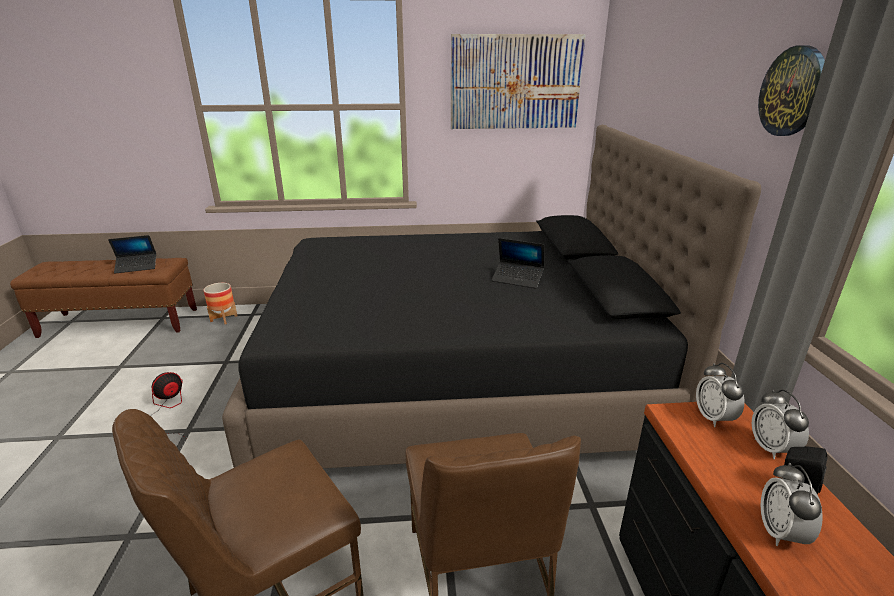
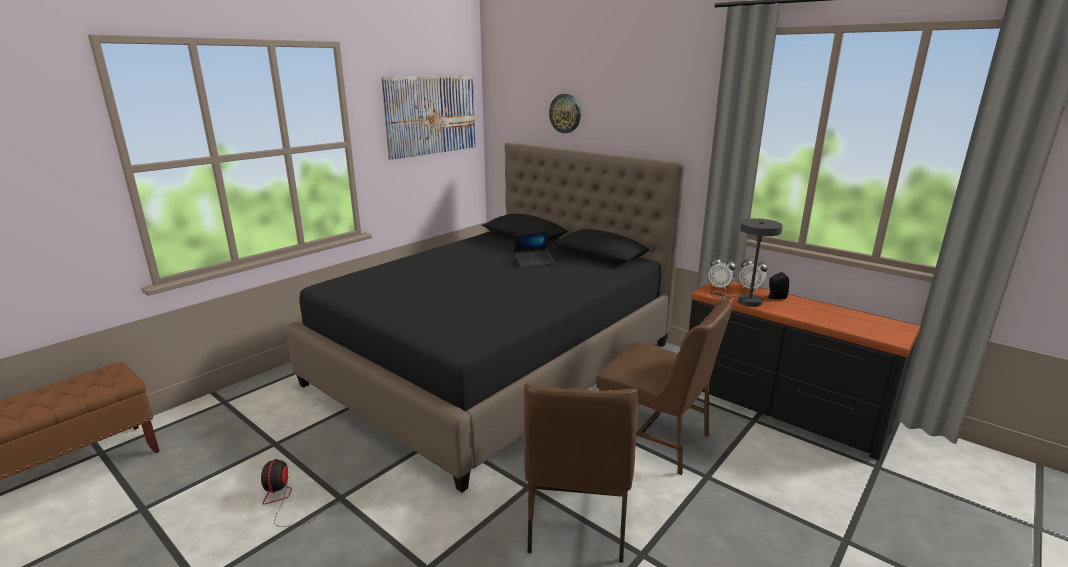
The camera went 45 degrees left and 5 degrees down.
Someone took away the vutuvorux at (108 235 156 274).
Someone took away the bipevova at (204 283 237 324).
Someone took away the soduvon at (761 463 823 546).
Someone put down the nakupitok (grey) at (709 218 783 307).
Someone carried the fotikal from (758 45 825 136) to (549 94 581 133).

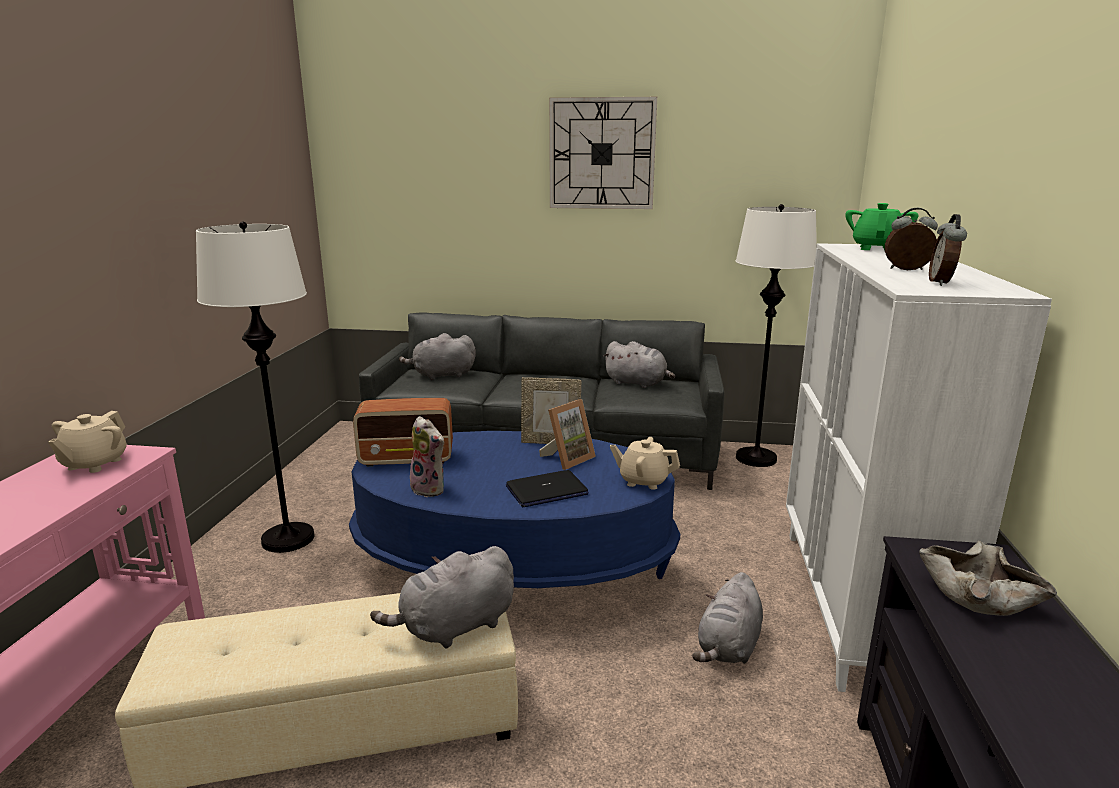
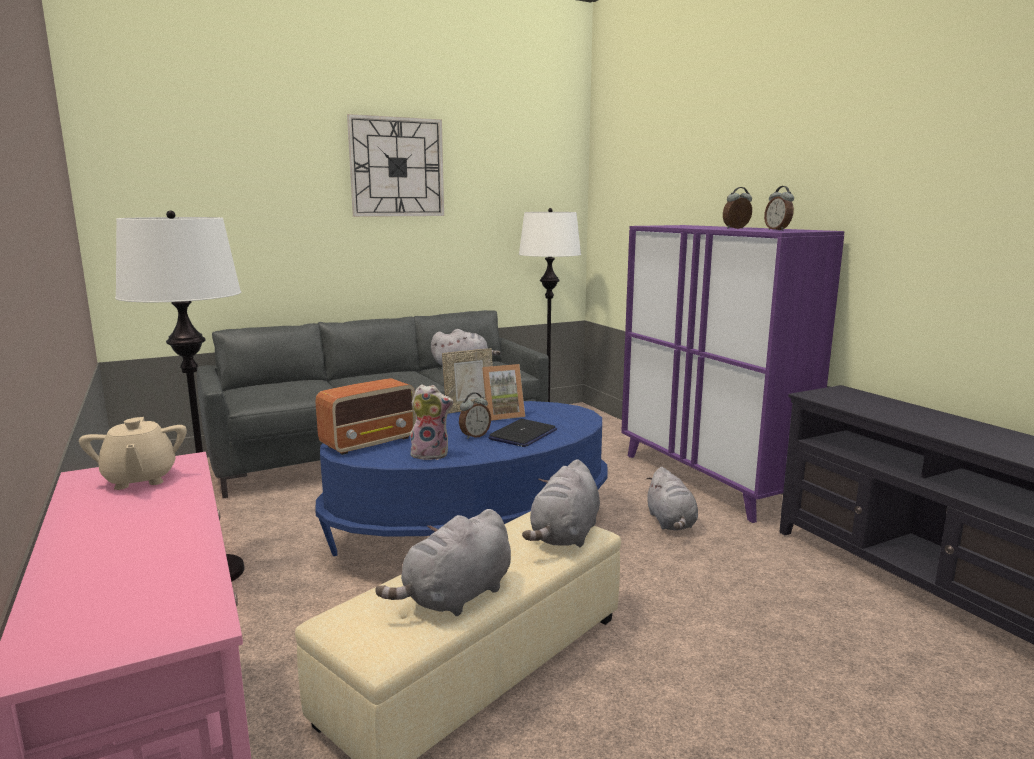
The camera went 35 degrees left and 5 degrees down.
Someone took away the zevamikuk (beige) at (610 437 680 490).
Someone took away the zevamikuk (green) at (845 203 918 251).
Someone took away the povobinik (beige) at (919 541 1057 616).
Someone put down the soduvon at (459 392 491 439).
Someone carried the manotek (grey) from (399 333 476 380) to (375 509 511 616).
Someone repainted the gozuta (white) at (786 243 1052 692), which became the gozuta (purple) at (621 225 844 523).
Someone rotated the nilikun at (539 399 596 470) by 60 degrees clockwise.

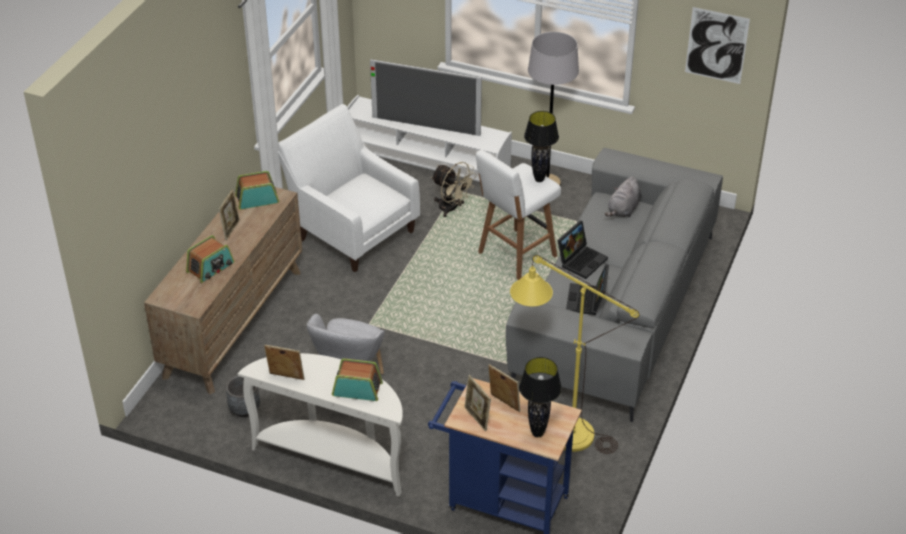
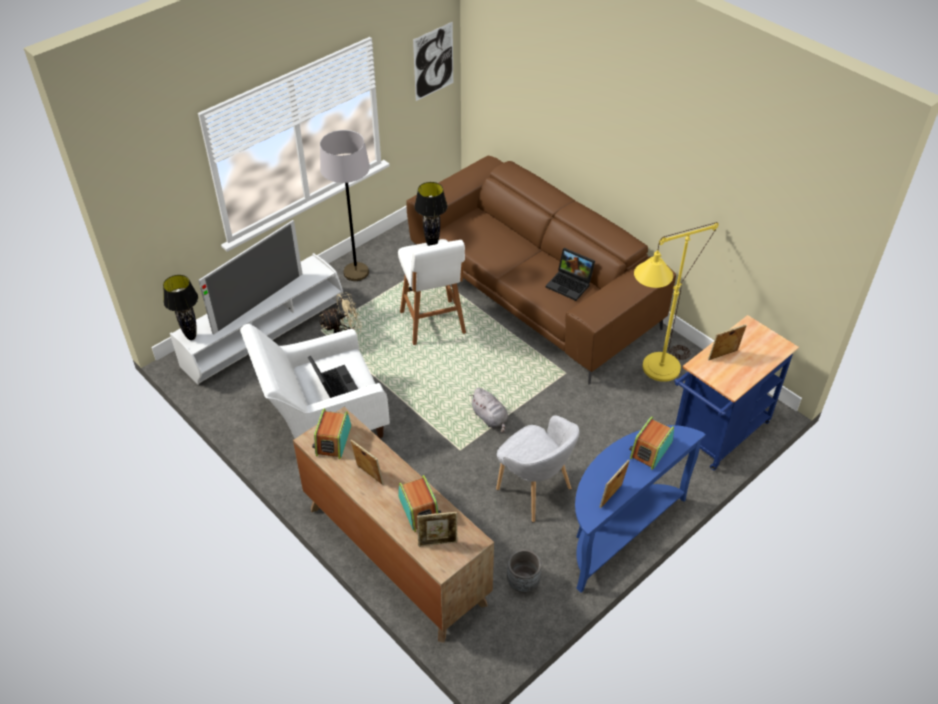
The camera went 65 degrees left and 5 degrees up.
Someone carried the nilikun from (464 375 491 431) to (417 512 457 547).
Someone carried the nakupitok (black) from (519 357 562 437) to (163 275 198 340).
Someone carried the vutuvorux from (557 221 608 279) to (308 355 358 398).
Someone carried the manotek (grey) from (604 176 641 217) to (469 388 509 433).
Someone repainted the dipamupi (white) at (238 353 403 497), which became the dipamupi (blue) at (575 425 706 593).
Someone repainted the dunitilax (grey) at (506 148 723 422), which became the dunitilax (brown) at (406 156 676 385).

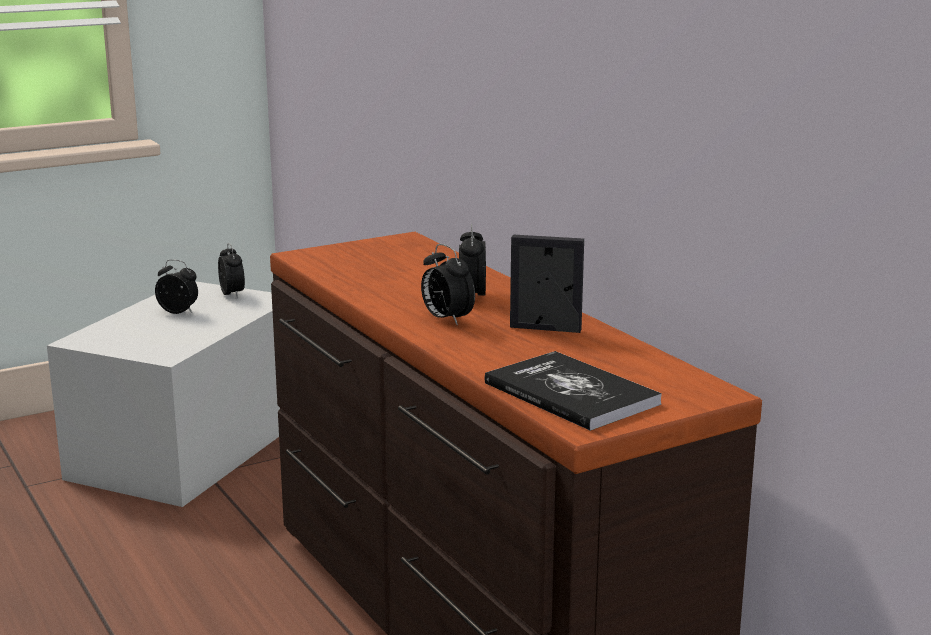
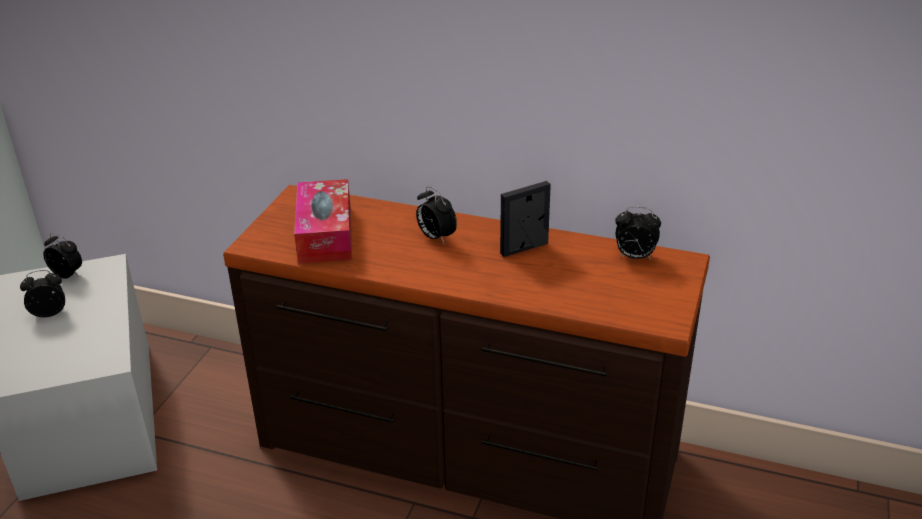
The camera went 40 degrees left and 15 degrees up.
Someone took away the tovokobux at (484 351 662 431).
Someone put down the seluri at (294 179 352 264).
Someone carried the soduvon from (421 244 475 326) to (615 206 661 259).

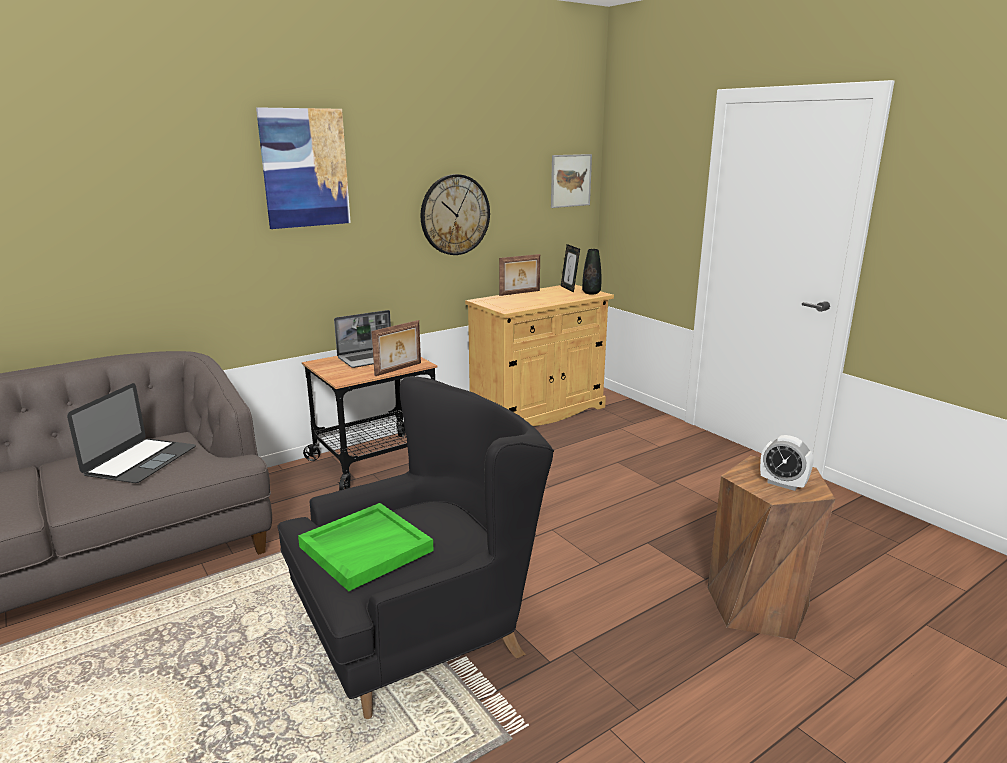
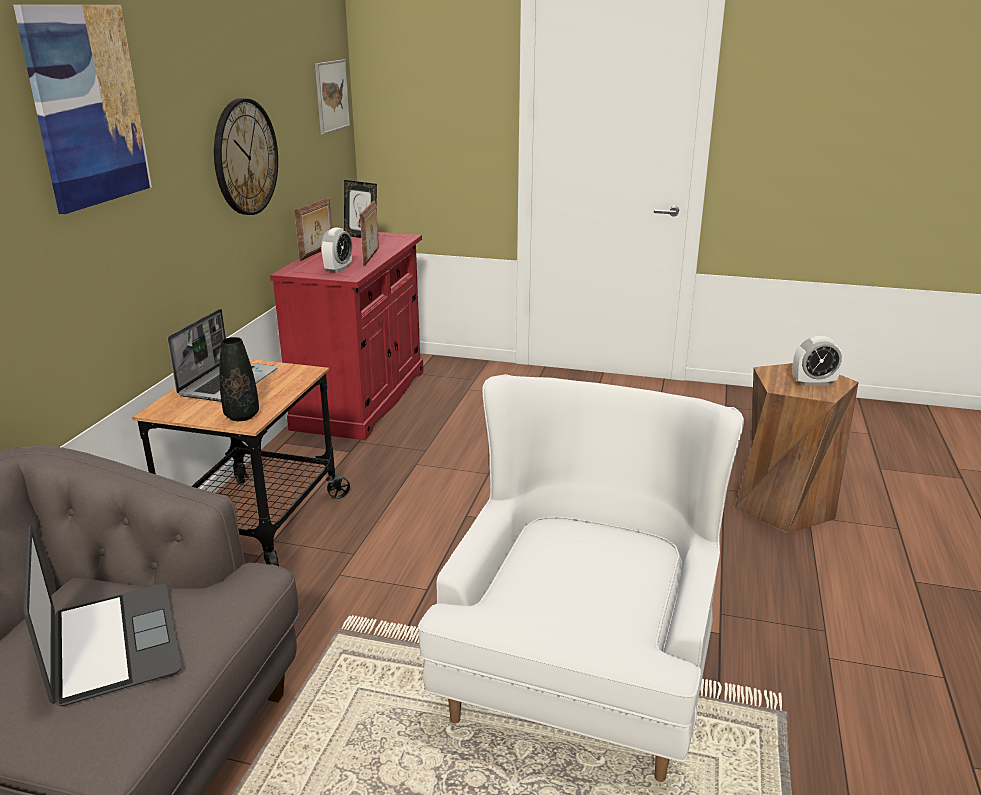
The camera went 40 degrees left and 5 degrees up.
Someone took away the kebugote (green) at (298 503 434 591).
Someone put down the soduvon at (321 227 353 273).
Someone carried the nilikun from (371 320 421 376) to (360 200 379 266).
Someone carried the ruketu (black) from (582 249 601 295) to (219 337 259 421).
Someone repainted the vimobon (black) at (277 376 554 719), which became the vimobon (white) at (418 374 744 782).
Someone repainted the gozuta (beige) at (465 285 614 426), which became the gozuta (red) at (270 232 423 440).

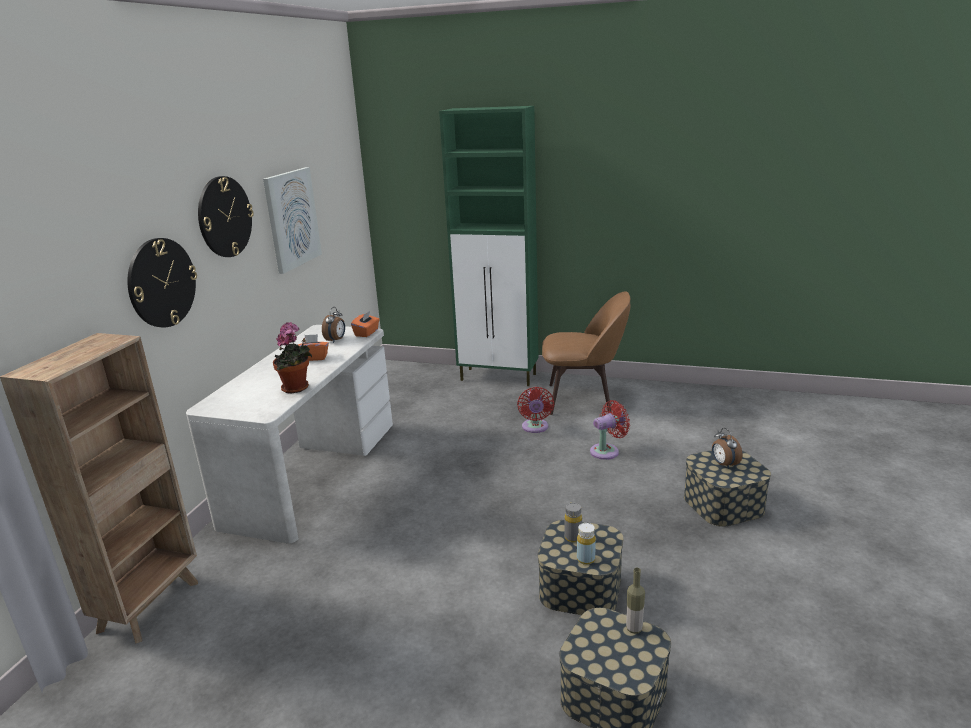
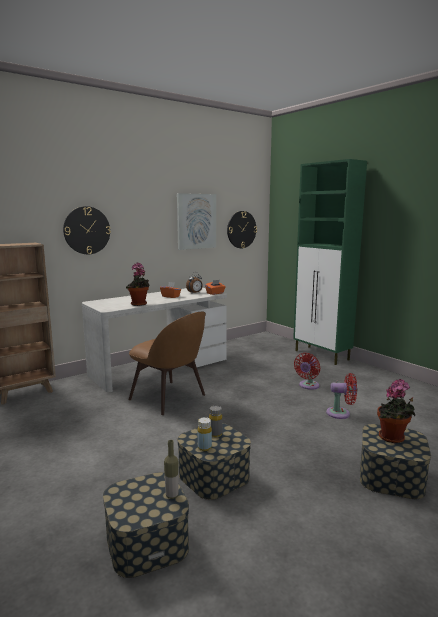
The camera went 35 degrees right and 10 degrees down.
Someone carried the fotikal from (198 176 254 257) to (227 211 257 248).
Someone carried the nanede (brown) from (542 291 630 415) to (129 312 206 415).
Someone swapped the soduvon at (712 428 742 469) for the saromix at (377 379 415 443).

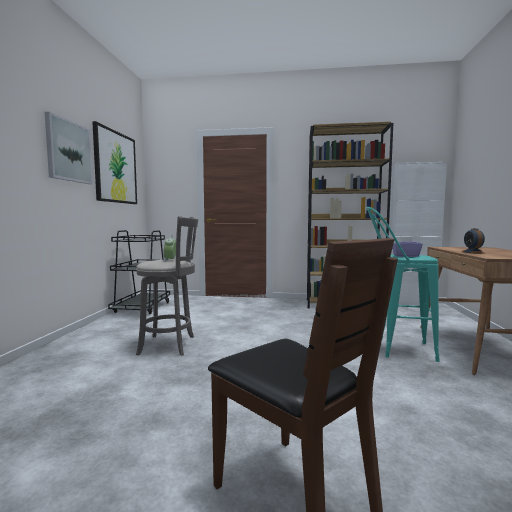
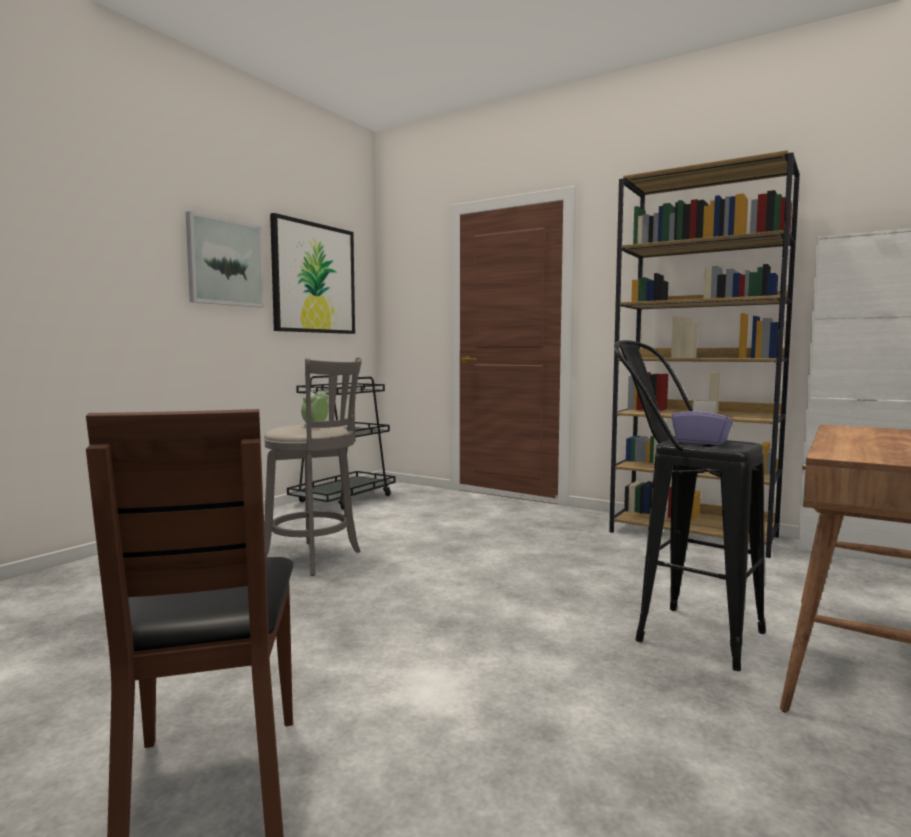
The camera went 25 degrees right and 0 degrees up.
Someone took away the soduvon at (462 228 486 254).
Someone repainted the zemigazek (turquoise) at (366 207 440 362), which became the zemigazek (black) at (614 340 766 671).

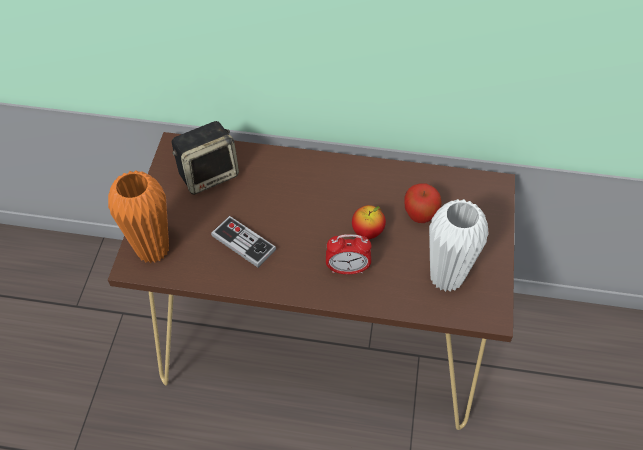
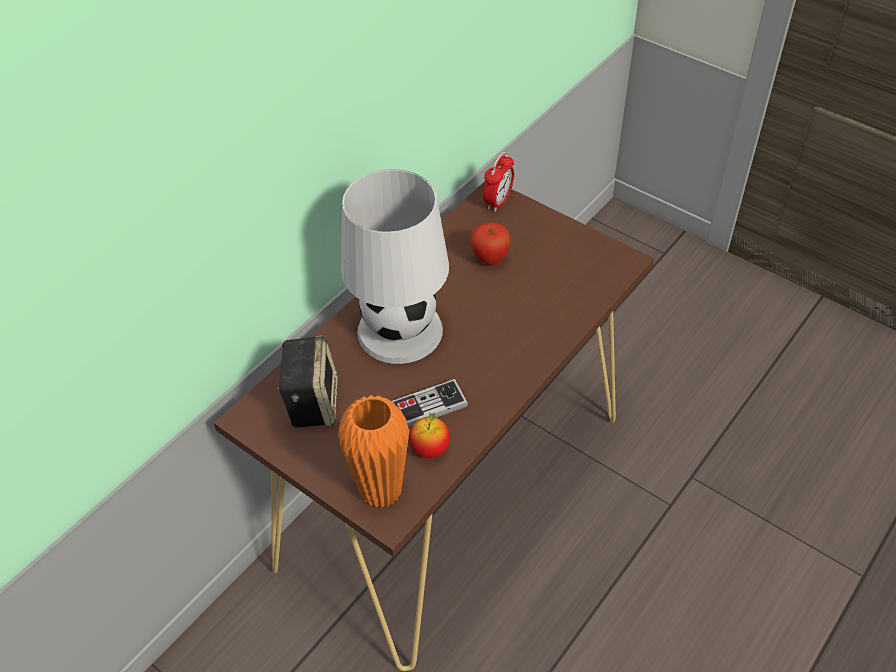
The camera went 60 degrees left and 5 degrees down.
Someone took away the ruketu (white) at (429 199 489 292).
Someone put down the nakupitok (white) at (341 169 449 364).
Someone carried the soduvon from (326 234 371 274) to (483 152 514 212).
Someone carried the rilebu from (352 205 386 239) to (409 413 450 458).

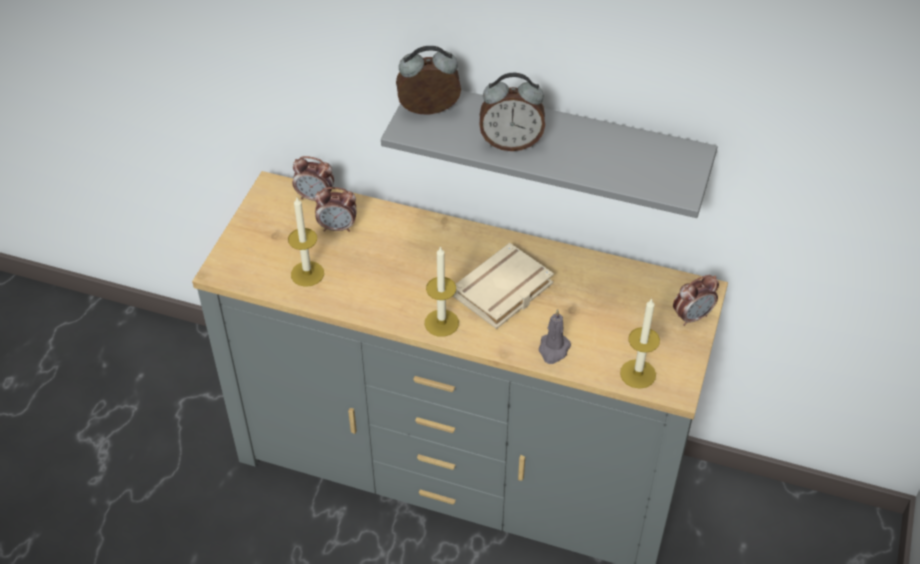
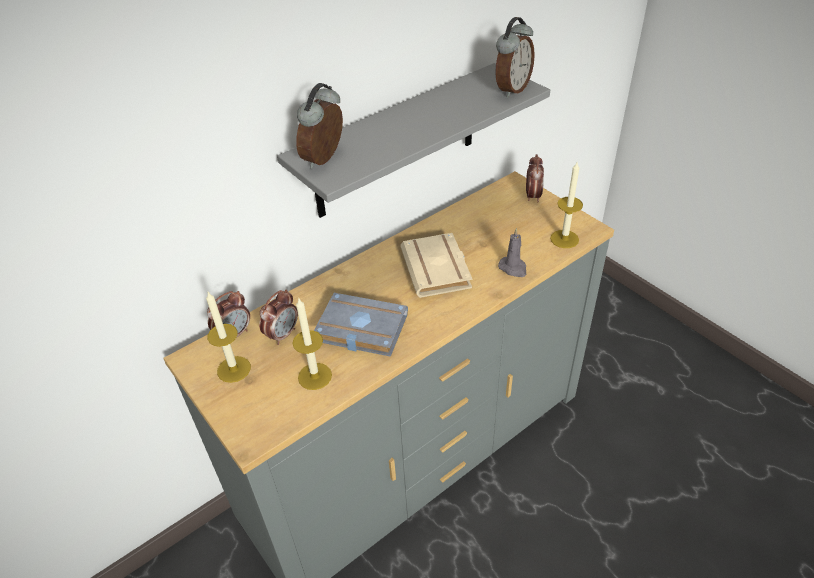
The camera went 55 degrees left and 5 degrees down.
Someone put down the tovokobux (grey) at (314 293 408 357).
Someone carried the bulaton from (425 246 459 337) to (206 292 251 383).
Someone carried the soduvon from (479 73 545 151) to (495 17 535 98).

